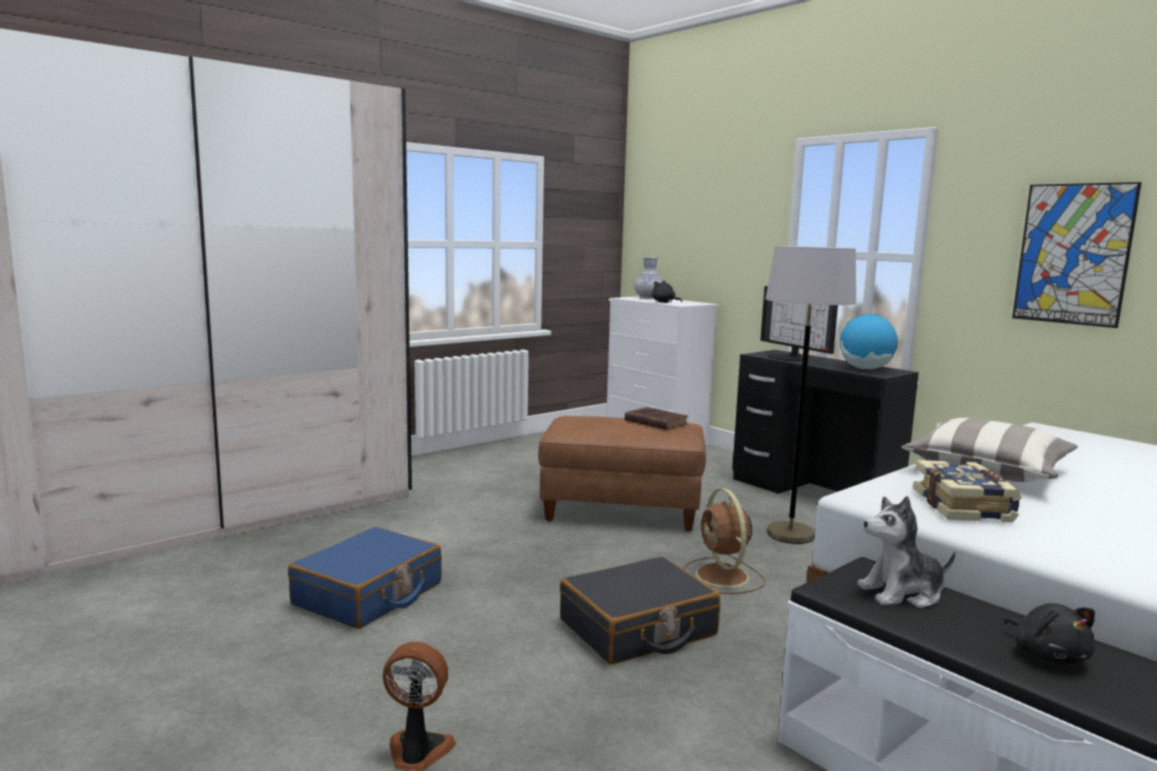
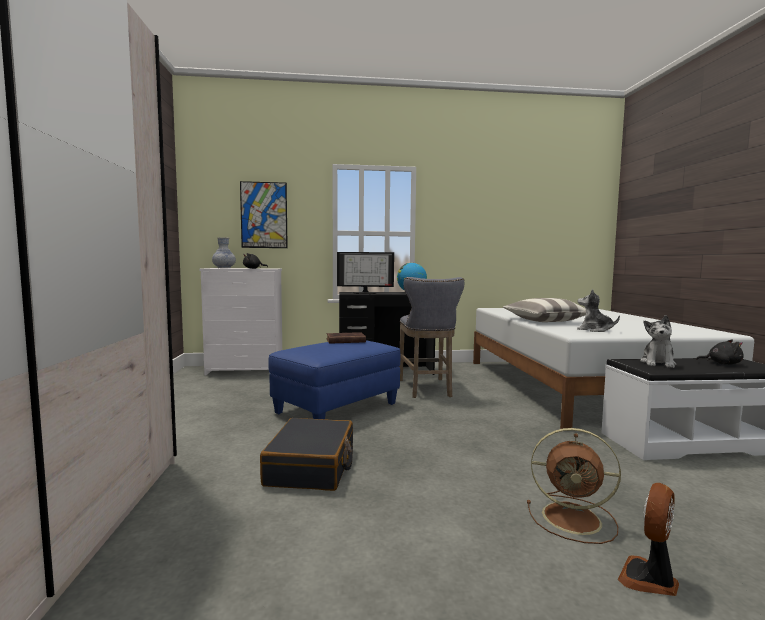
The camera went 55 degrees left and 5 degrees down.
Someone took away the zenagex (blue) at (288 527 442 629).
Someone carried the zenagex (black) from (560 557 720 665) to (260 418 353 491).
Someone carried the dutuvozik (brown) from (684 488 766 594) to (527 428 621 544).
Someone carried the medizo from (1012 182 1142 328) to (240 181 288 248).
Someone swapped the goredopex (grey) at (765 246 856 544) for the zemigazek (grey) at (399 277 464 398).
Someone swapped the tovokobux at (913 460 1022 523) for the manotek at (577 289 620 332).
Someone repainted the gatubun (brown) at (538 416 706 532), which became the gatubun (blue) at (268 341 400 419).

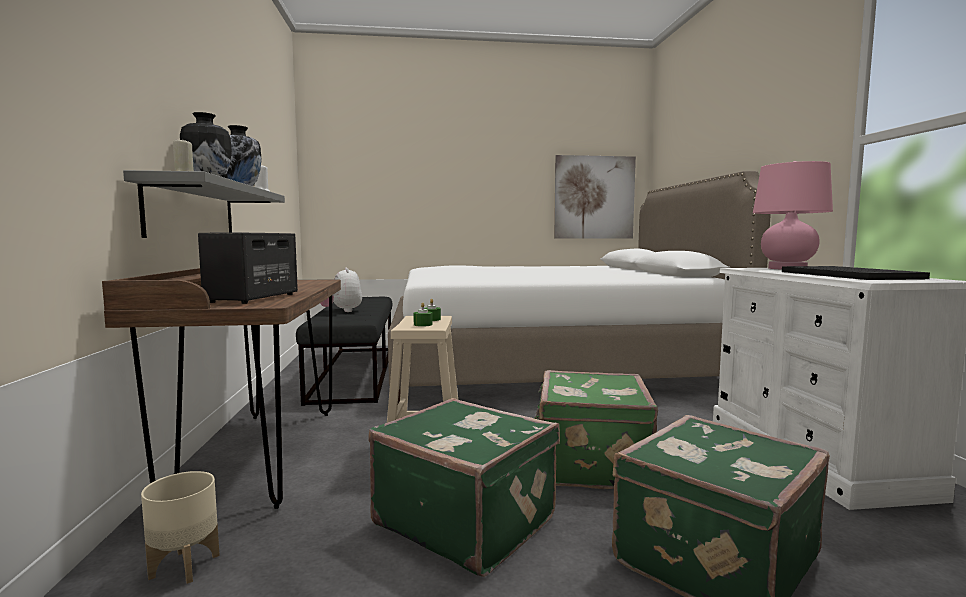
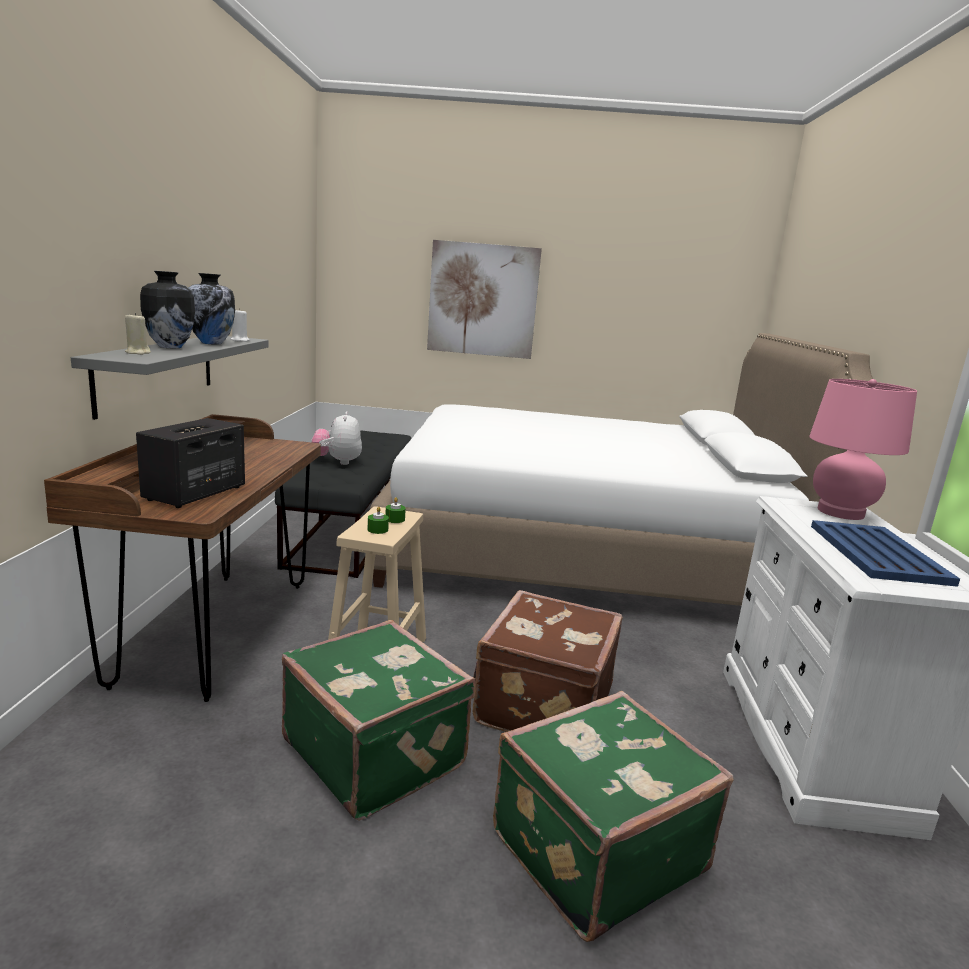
The camera went 10 degrees right and 10 degrees up.
Someone took away the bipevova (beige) at (141 471 220 584).
Someone carried the medizo from (554 155 636 239) to (427 240 542 359).
Someone repainted the zenagex (green) at (534 370 658 489), which became the zenagex (brown) at (473 590 623 732).
Someone repainted the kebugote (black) at (782 266 930 280), which became the kebugote (blue) at (811 520 960 587).

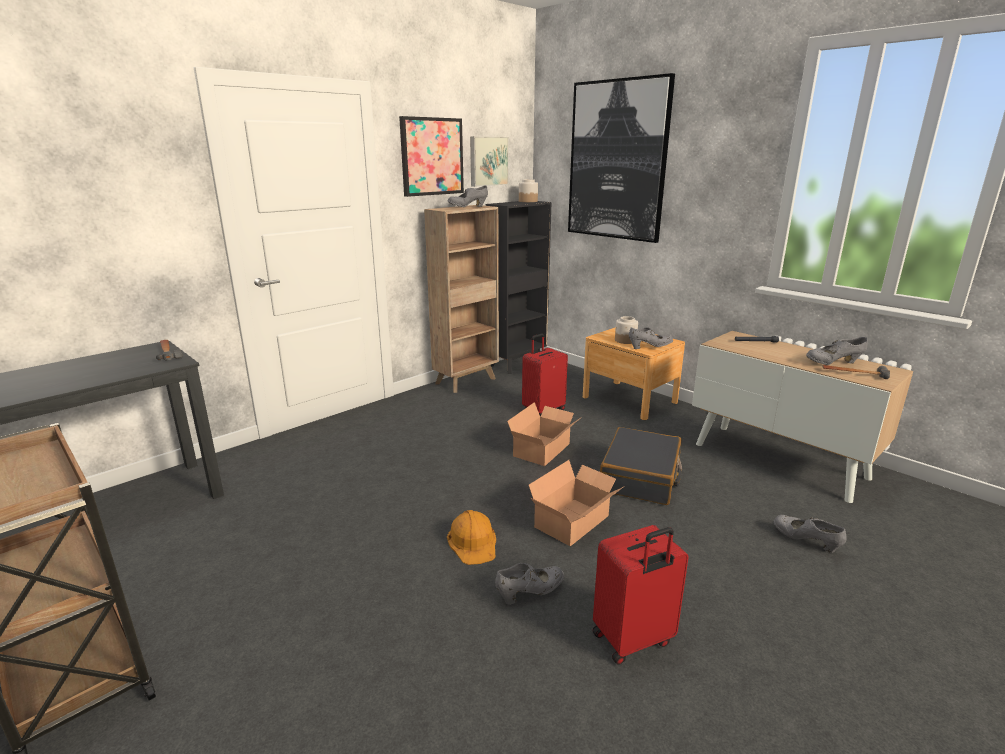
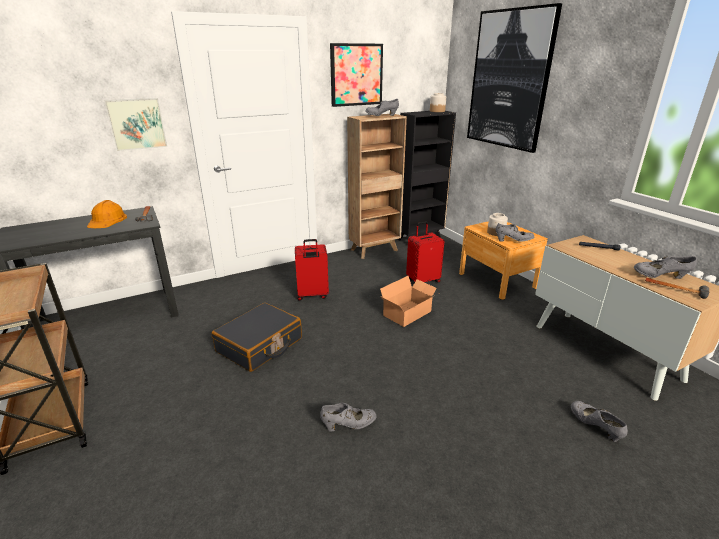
The camera went 15 degrees right and 5 degrees up.
Someone took away the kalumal at (529 460 623 546).
Someone carried the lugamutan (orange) from (447 510 496 565) to (87 200 127 228).
Someone carried the medizo from (470 136 509 187) to (104 98 167 151).
Someone carried the zenagex (red) from (593 525 689 665) to (295 239 329 301).
Someone carried the zenagex (black) from (600 427 682 505) to (212 303 302 372).

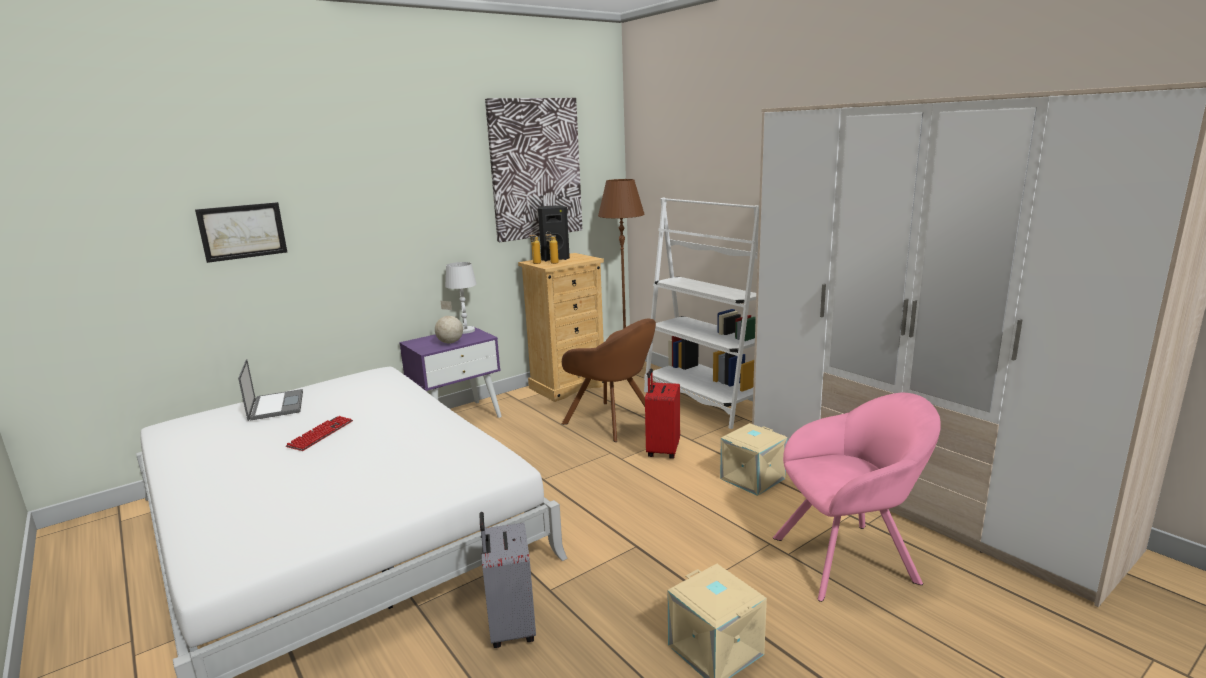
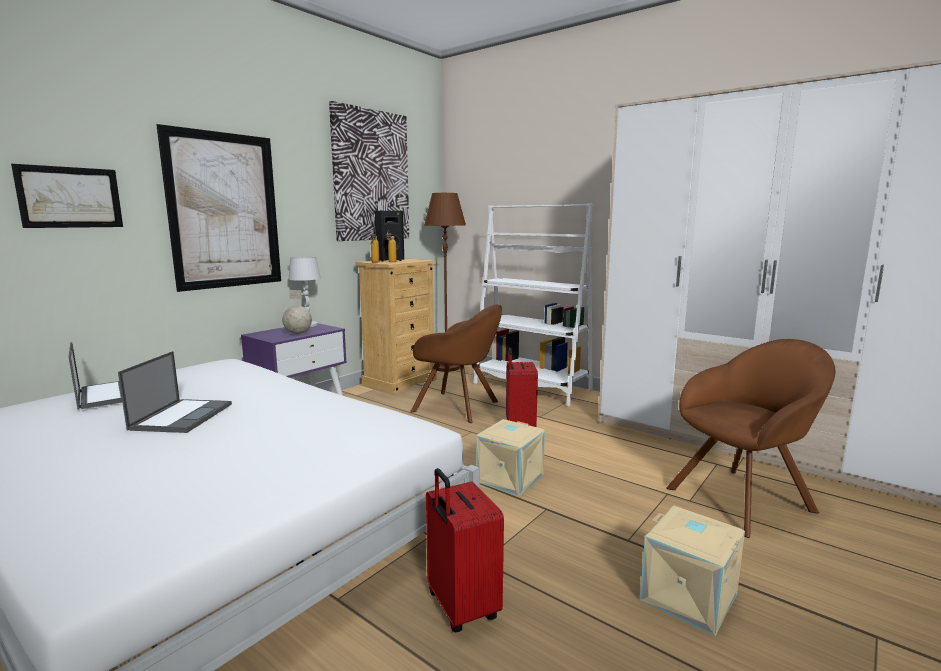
The camera went 15 degrees left and 5 degrees down.
Someone put up the medizo at (156 124 281 292).
Someone carried the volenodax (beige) from (720 423 787 496) to (476 419 545 496).
Someone swapped the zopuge at (286 416 353 451) for the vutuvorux at (118 351 232 433).
Someone repainted the zenagex (grey) at (479 512 536 648), which became the zenagex (red) at (426 468 504 632).
Someone repainted the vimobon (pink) at (773 393 941 602), which became the vimobon (brown) at (666 339 836 538).

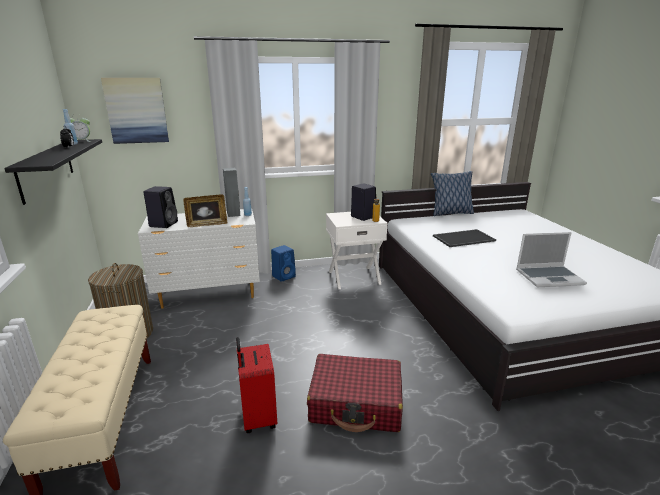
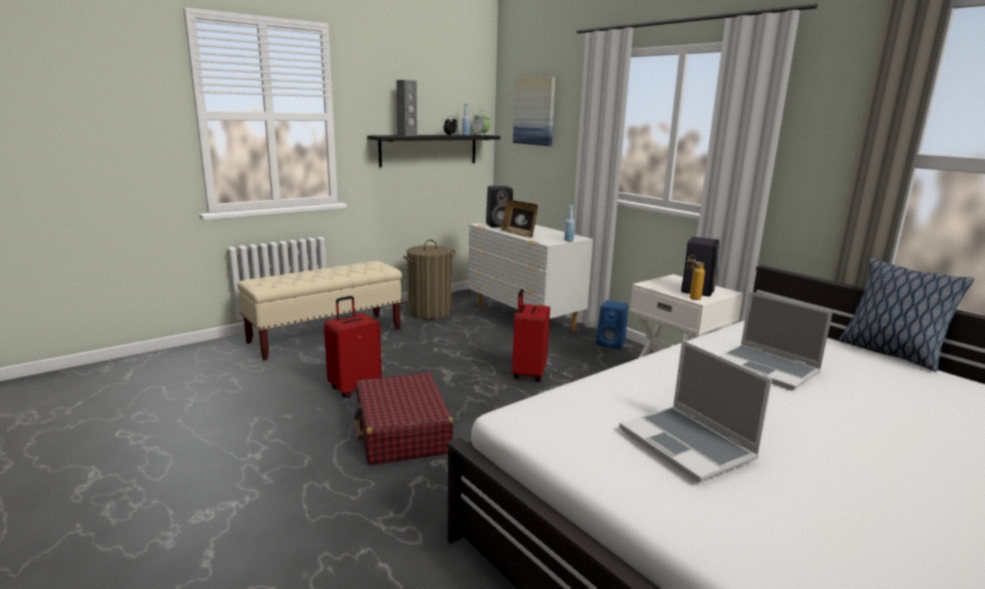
The camera went 65 degrees right and 5 degrees down.
Someone put down the zenagex (red) at (512 289 550 382).
Someone carried the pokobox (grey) from (223 168 240 217) to (396 80 417 136).
Someone swapped the kebugote at (433 229 496 247) for the vutuvorux at (719 292 833 390).

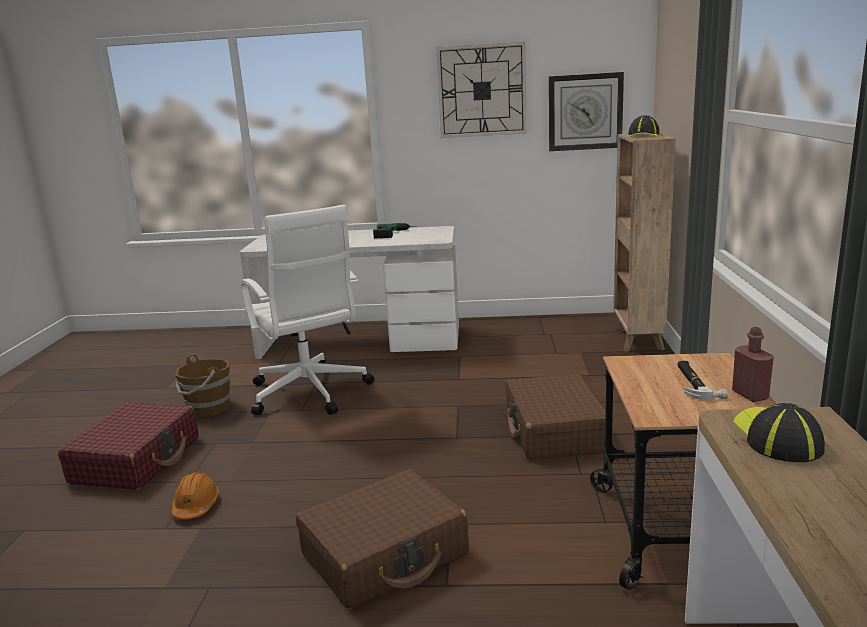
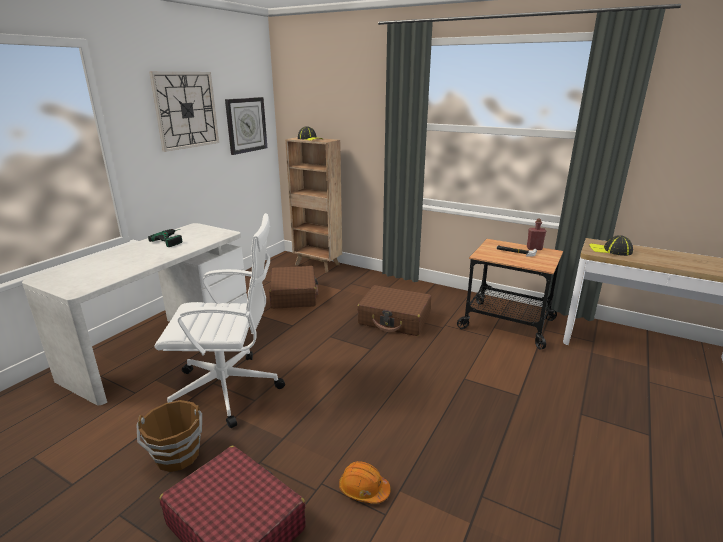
The camera went 65 degrees left and 5 degrees up.
Someone carried the zenagex (brown) from (296 470 469 609) to (269 266 318 309).

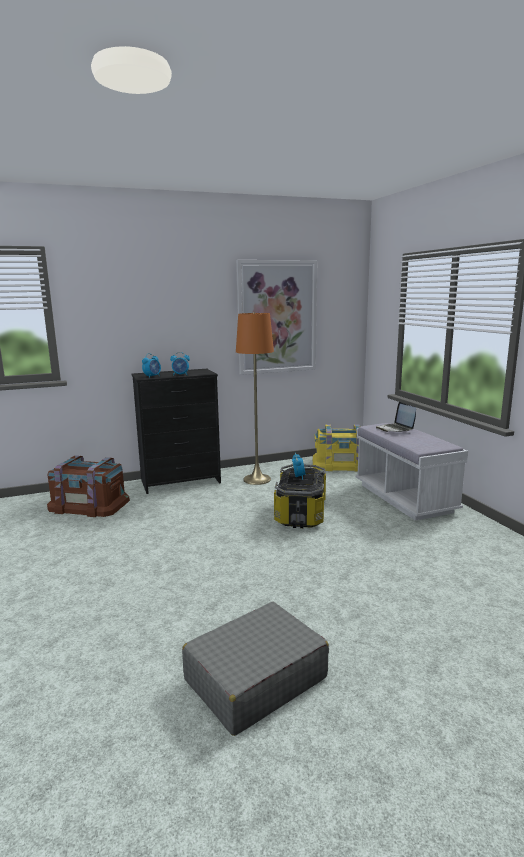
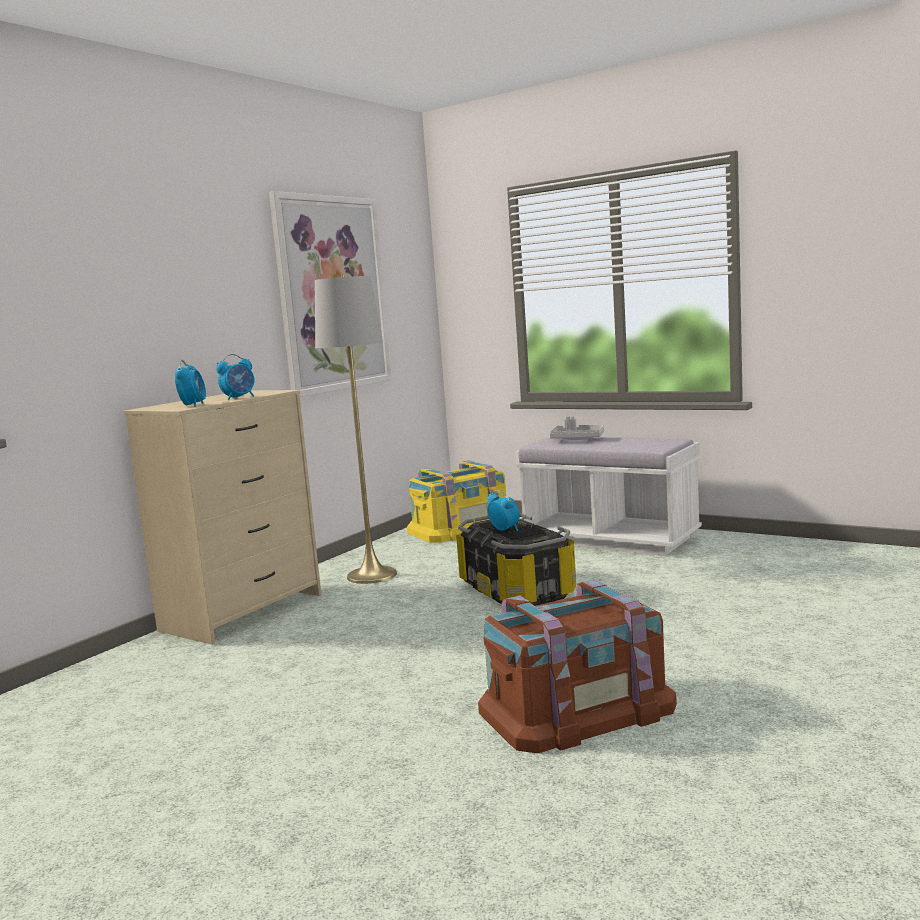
The camera went 35 degrees left and 5 degrees down.
Someone took away the zenagex (grey) at (182 602 329 736).
Someone carried the volenodax (brown) from (47 455 130 517) to (478 579 677 753).
Someone swapped the vutuvorux at (376 402 416 432) for the kebugote (grey) at (549 416 604 440).
Someone repainted the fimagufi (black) at (131 369 221 494), which became the fimagufi (beige) at (123 390 321 645).
Someone repainted the goredopex (orange) at (236 312 274 485), which became the goredopex (grey) at (315 276 397 584).

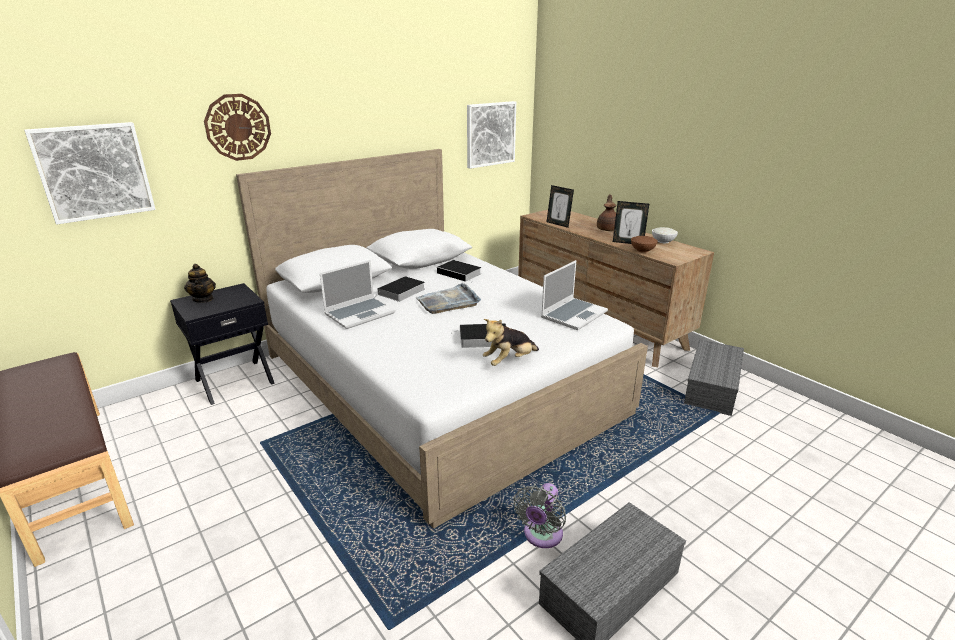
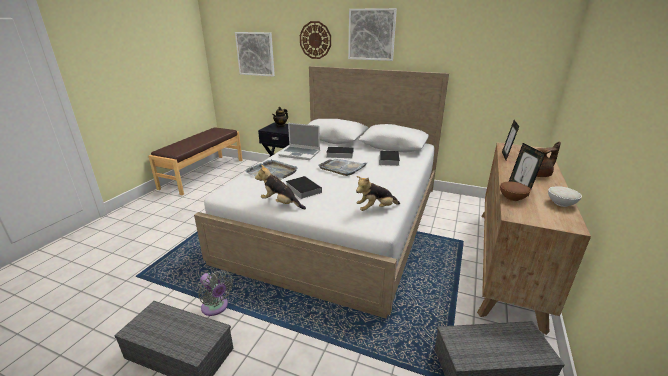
The camera went 60 degrees right and 0 degrees up.
Someone put down the kebugote (grey) at (245 159 298 180).
Someone carried the medizo from (467 101 516 169) to (348 8 397 61).
Someone swapped the vutuvorux at (541 260 608 330) for the manotek at (356 176 400 211).
Someone rotated the dutuvozik (grey) at (513 483 566 548) by 135 degrees counterclockwise.

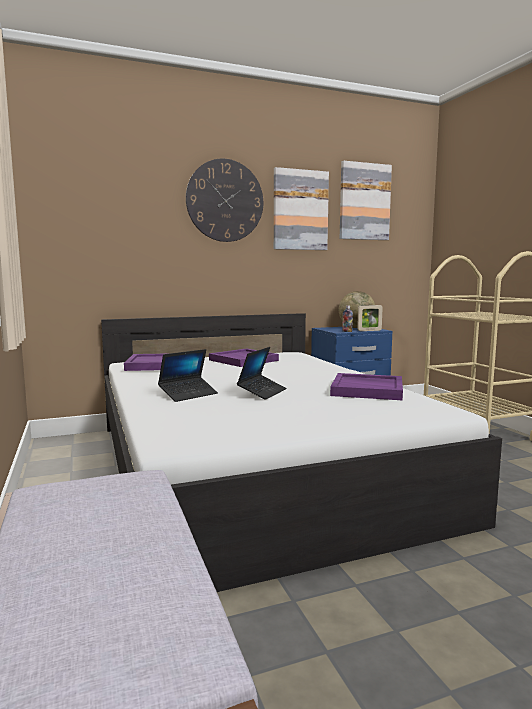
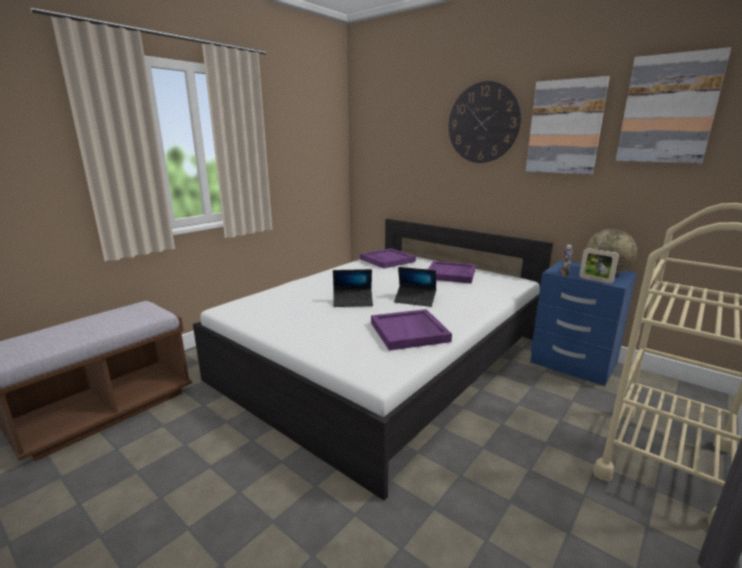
The camera went 60 degrees right and 10 degrees up.
Someone carried the vutuvorux from (158 349 218 402) to (394 267 436 307).

